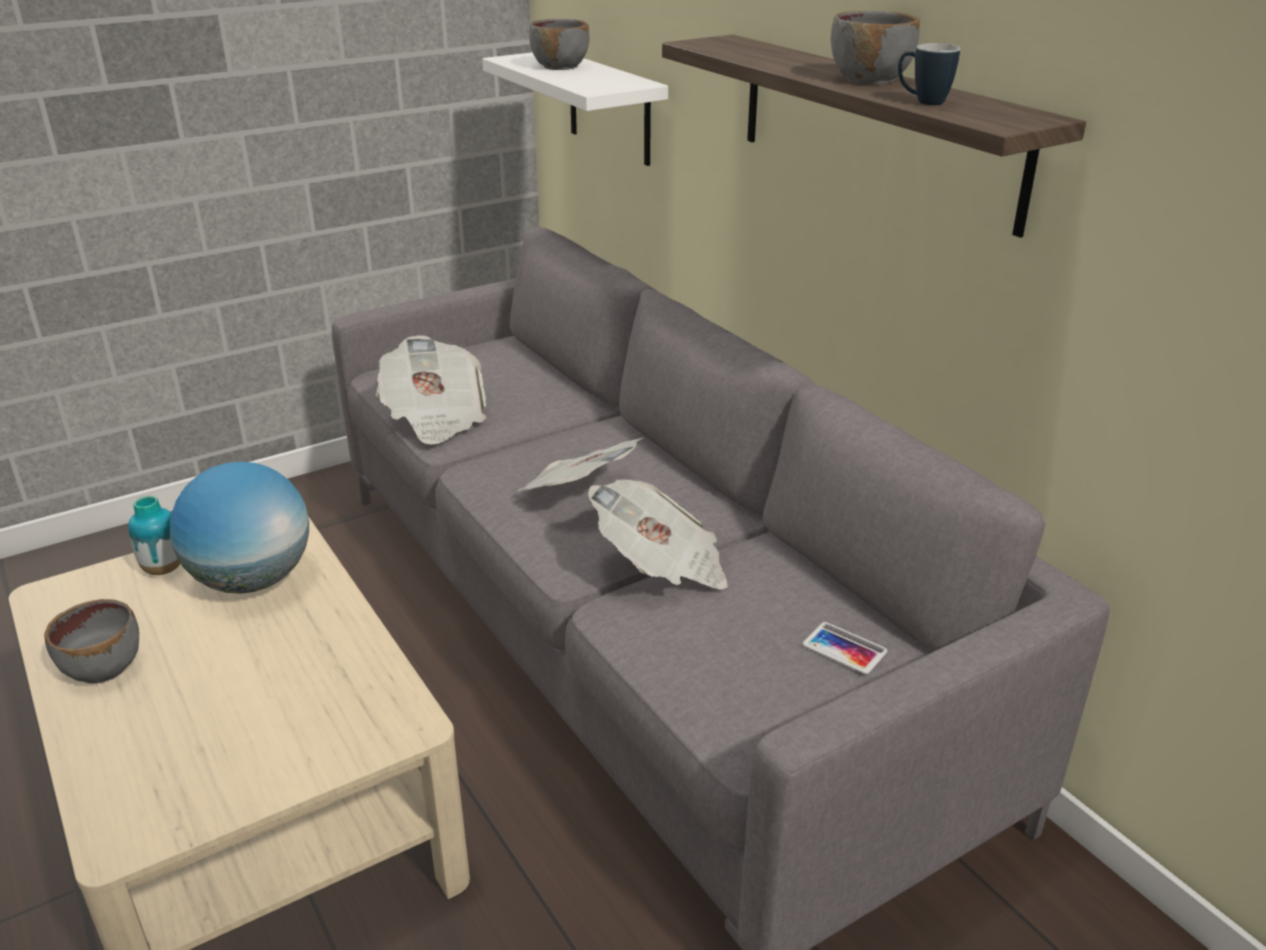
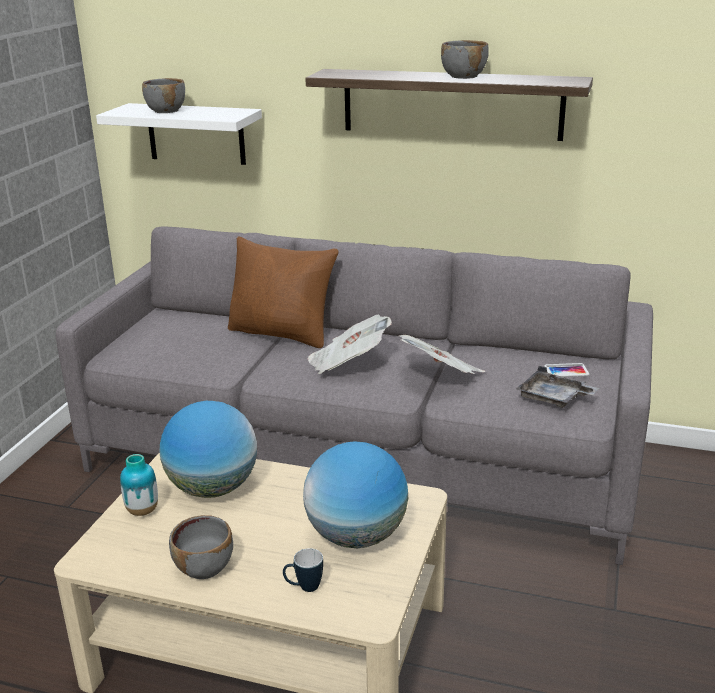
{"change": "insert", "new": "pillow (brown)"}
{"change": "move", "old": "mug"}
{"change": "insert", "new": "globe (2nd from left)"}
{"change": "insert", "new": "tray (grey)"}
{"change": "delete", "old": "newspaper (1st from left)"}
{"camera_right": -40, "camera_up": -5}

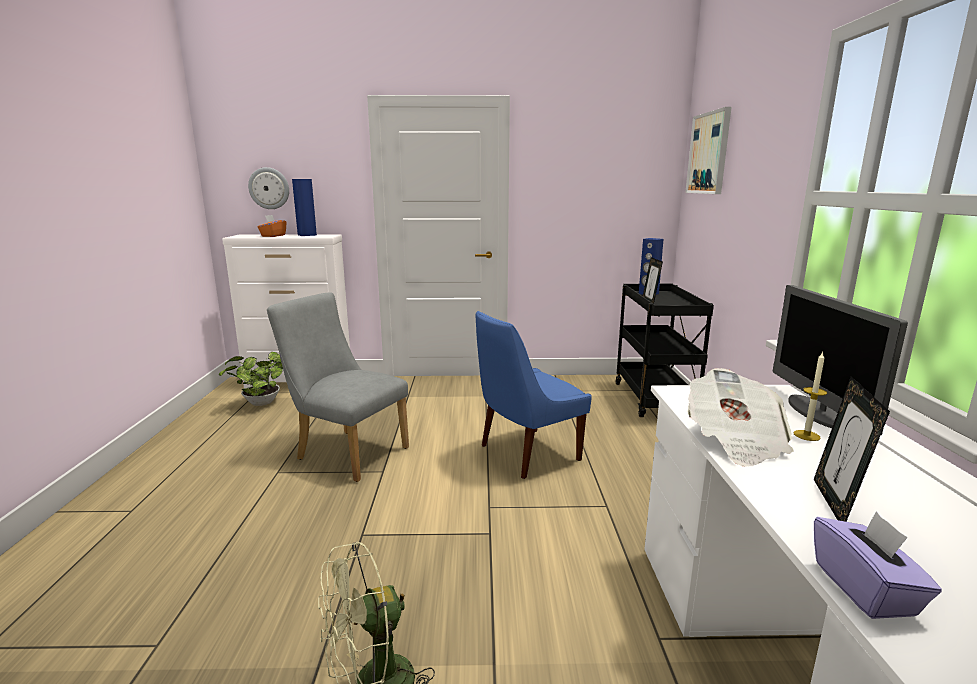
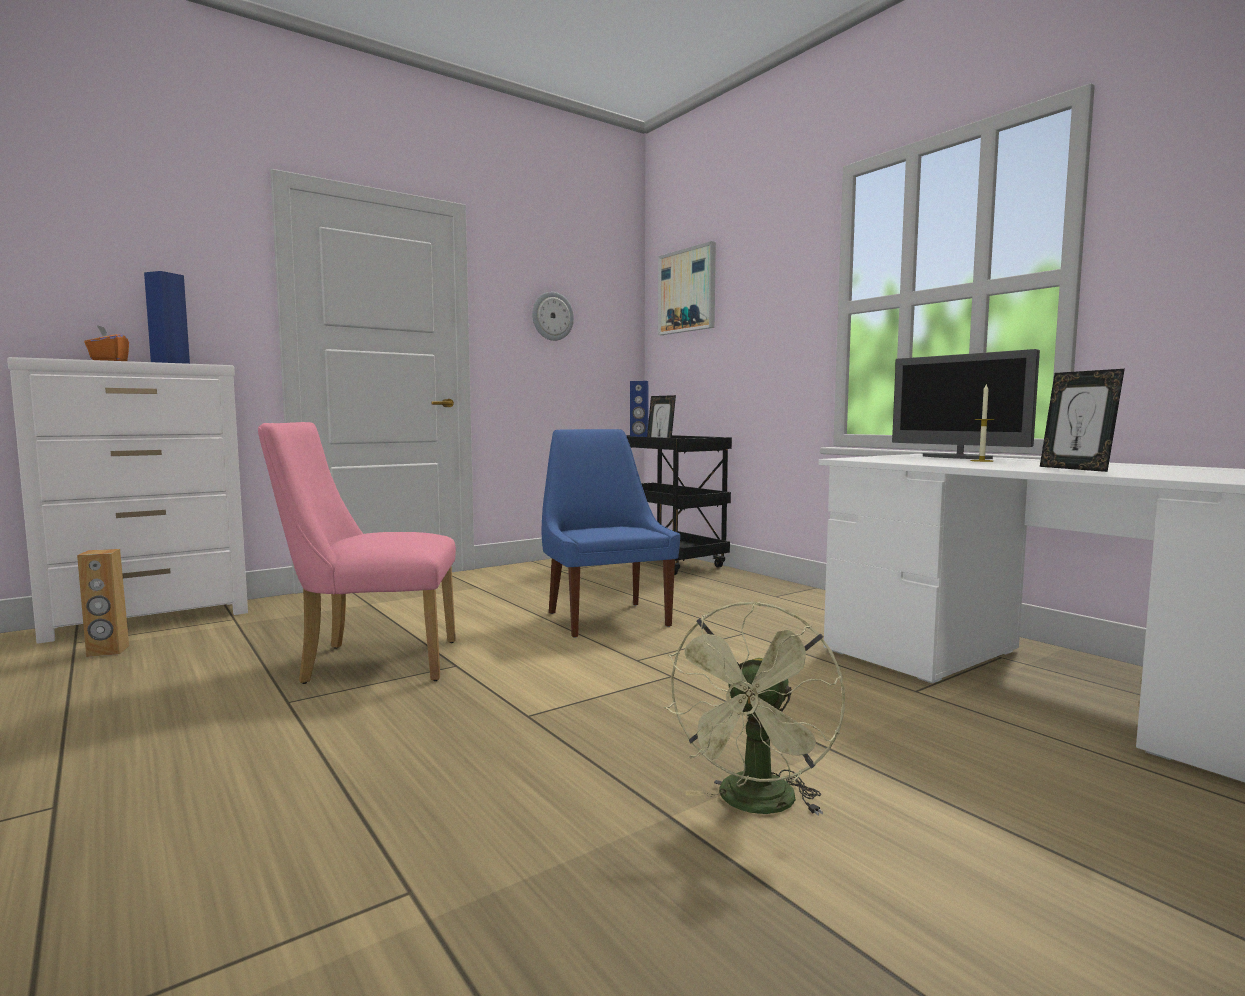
{"change": "replace", "old": "potted plant", "new": "speaker (brown)"}
{"change": "recolor", "old": "chair (grey)", "new": "chair (pink)"}
{"change": "move", "old": "wall clock"}
{"change": "rotate", "old": "chair (blue)", "degrees": 135}
{"change": "delete", "old": "newspaper"}
{"change": "delete", "old": "tissue box (purple)"}
{"camera_right": -35, "camera_up": -10}

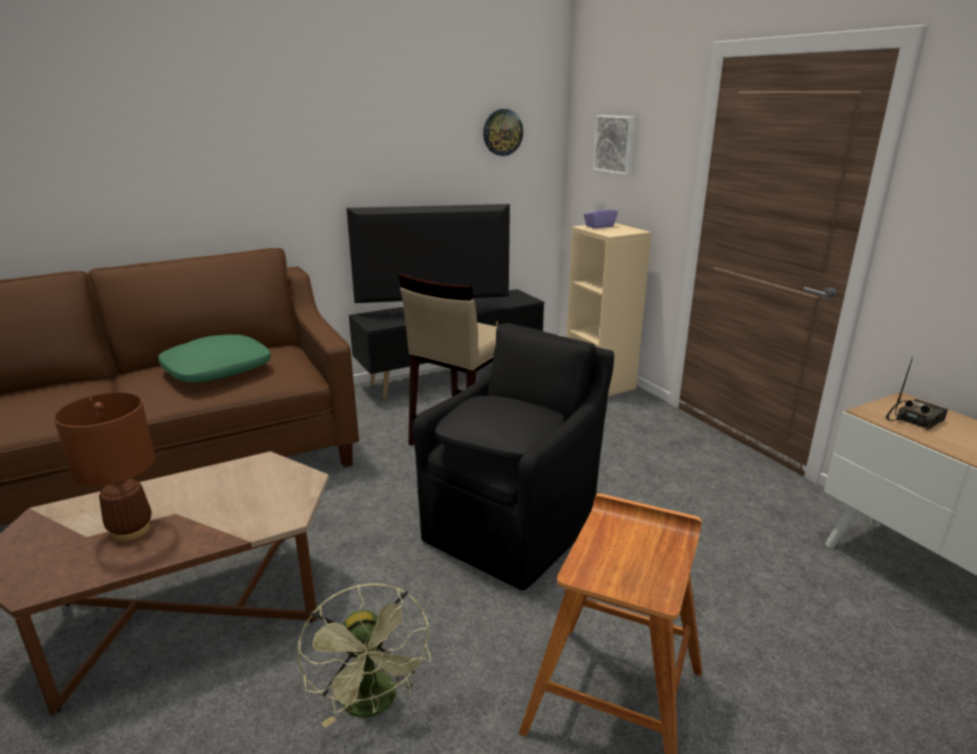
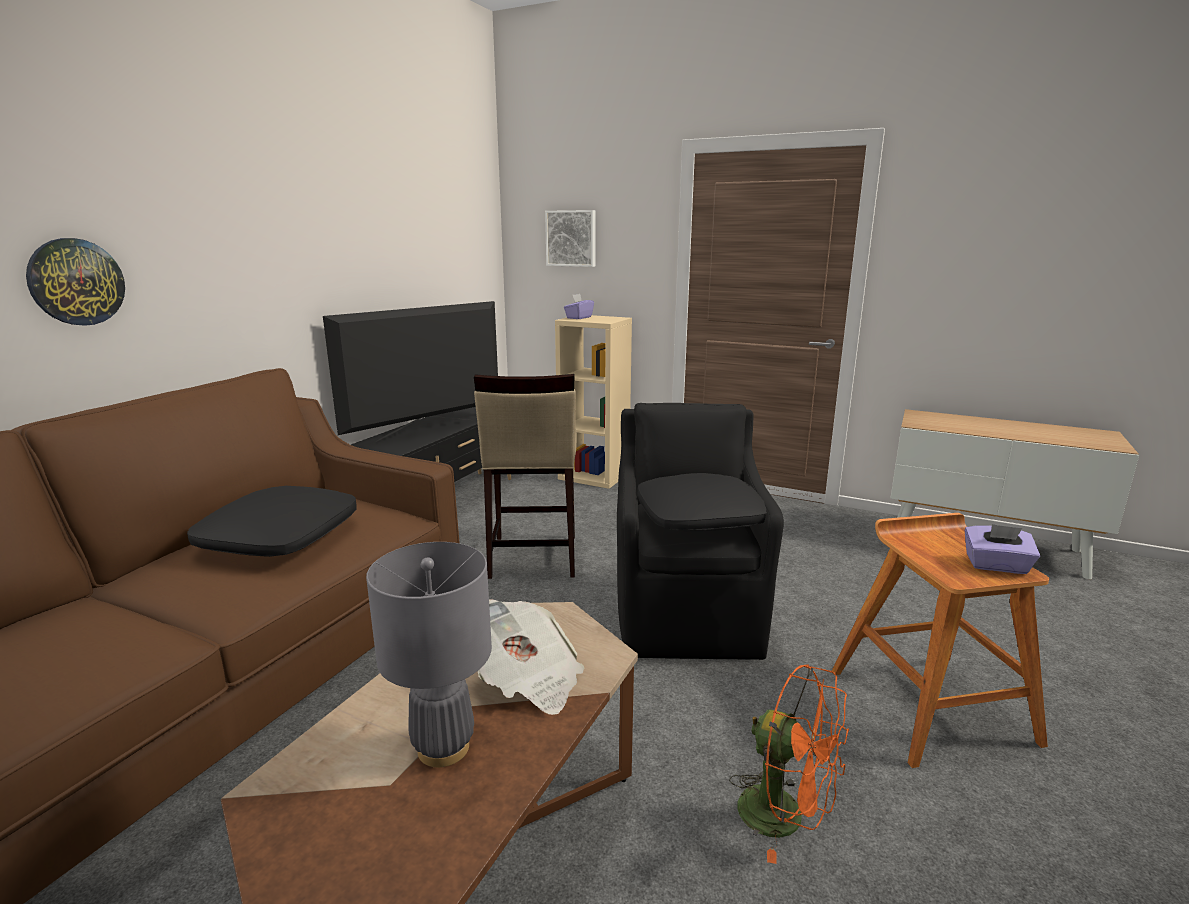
{"change": "move", "old": "wall clock"}
{"change": "recolor", "old": "pillow (green)", "new": "pillow (black) (1st from left)"}
{"change": "recolor", "old": "table lamp (brown)", "new": "table lamp (grey)"}
{"change": "insert", "new": "newspaper"}
{"change": "recolor", "old": "fan (green)", "new": "fan (orange)"}
{"change": "insert", "new": "tissue box (purple) (2nd from left)"}
{"change": "delete", "old": "radio"}
{"camera_right": -35, "camera_up": -5}

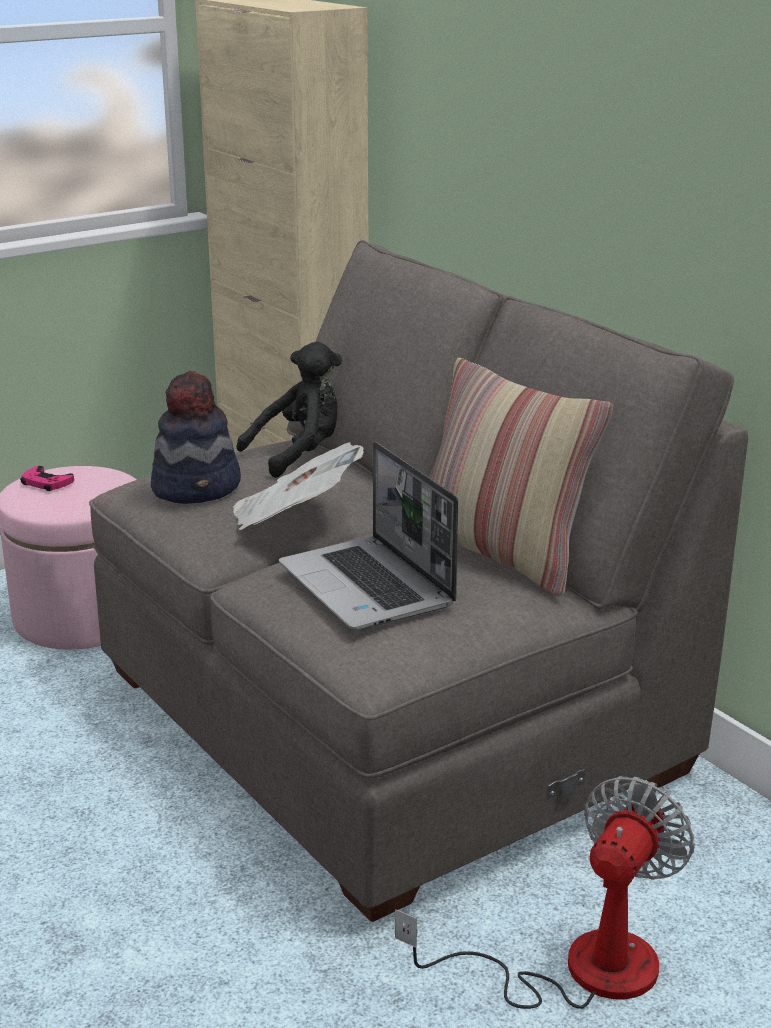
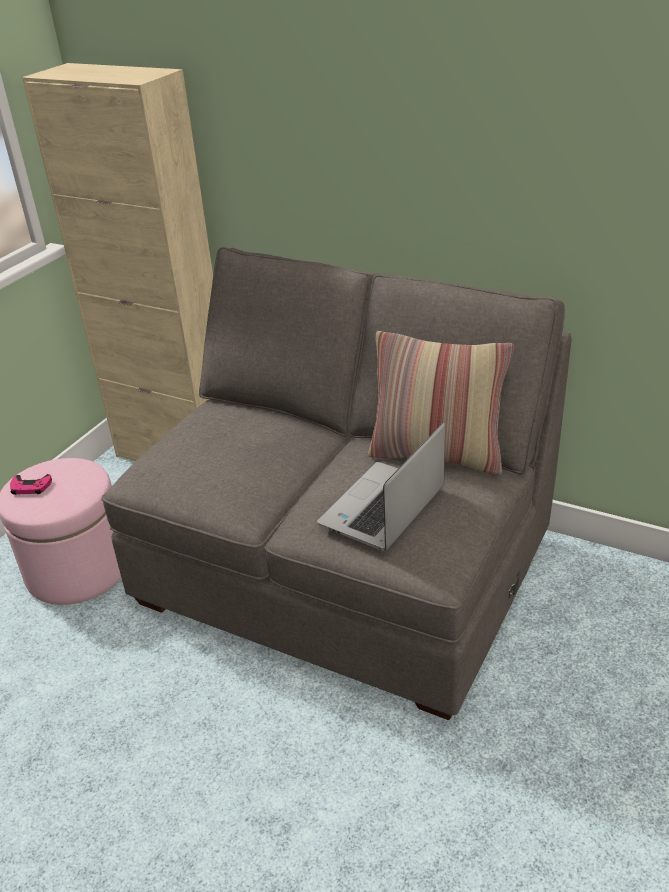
{"change": "rotate", "old": "laptop", "degrees": 90}
{"change": "delete", "old": "hat"}
{"change": "delete", "old": "newspaper"}
{"change": "delete", "old": "plush toy (black)"}
{"change": "delete", "old": "fan"}
{"camera_right": -25, "camera_up": 10}

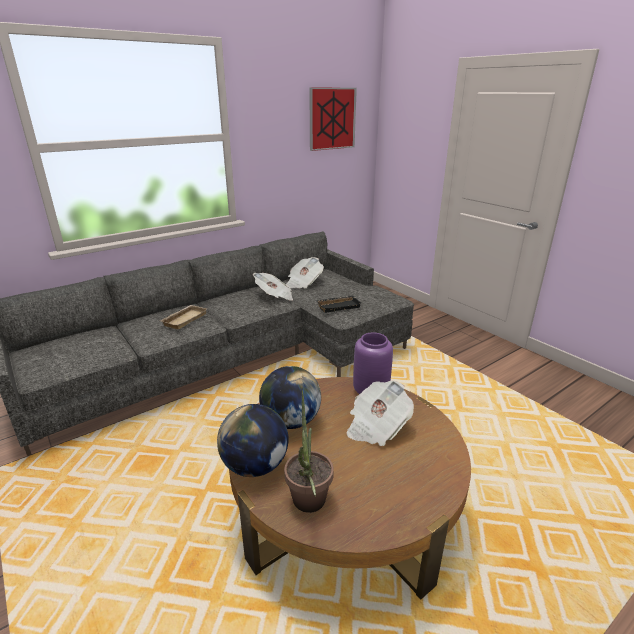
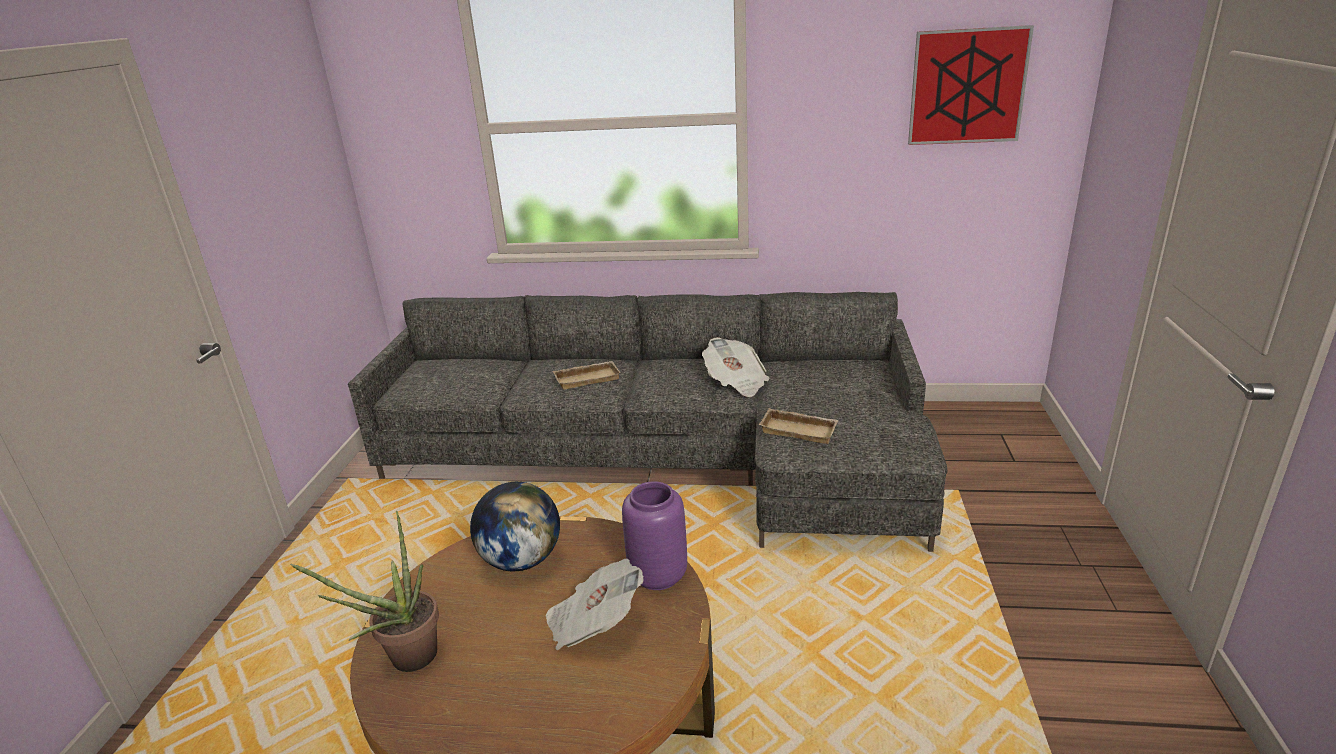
{"change": "recolor", "old": "tray (black)", "new": "tray (beige) (2nd from left)"}
{"change": "delete", "old": "globe (1st from left)"}
{"change": "delete", "old": "newspaper (2nd from left)"}
{"camera_right": 45, "camera_up": 0}

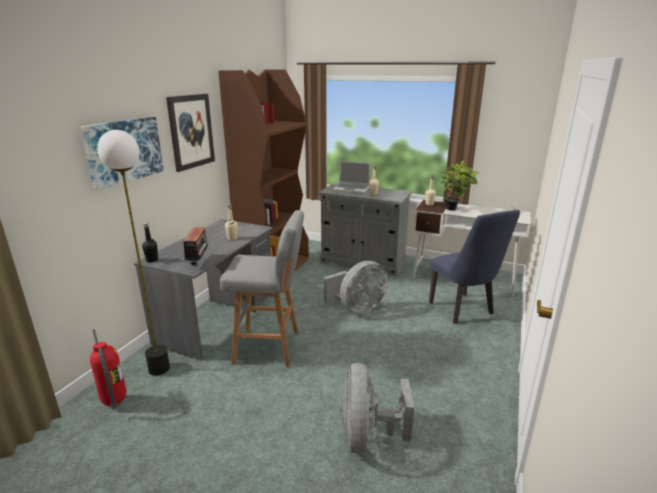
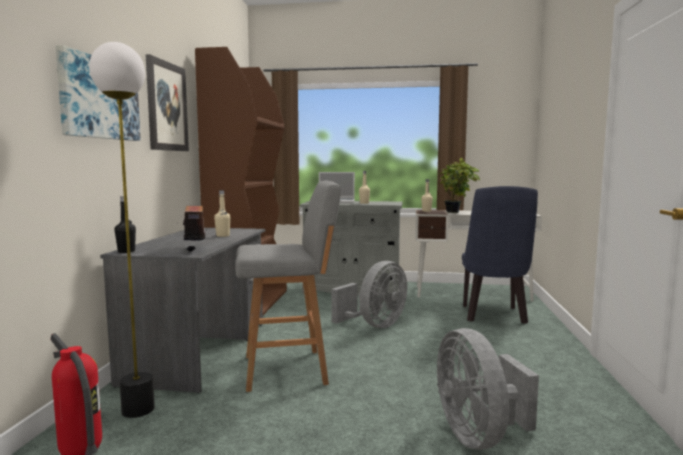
{"change": "rotate", "old": "chair (blue)", "degrees": 45}
{"camera_right": -15, "camera_up": -15}

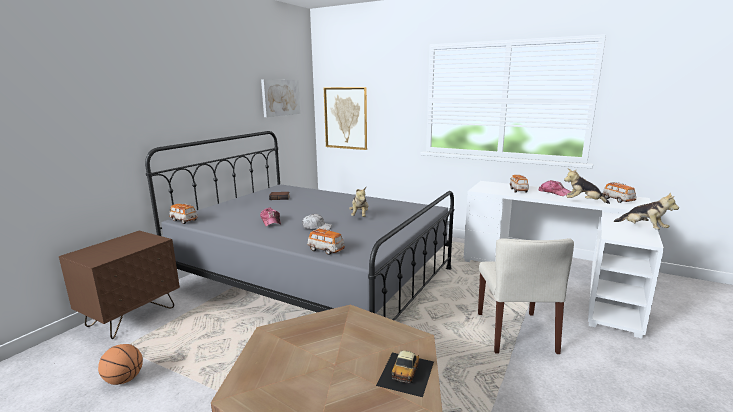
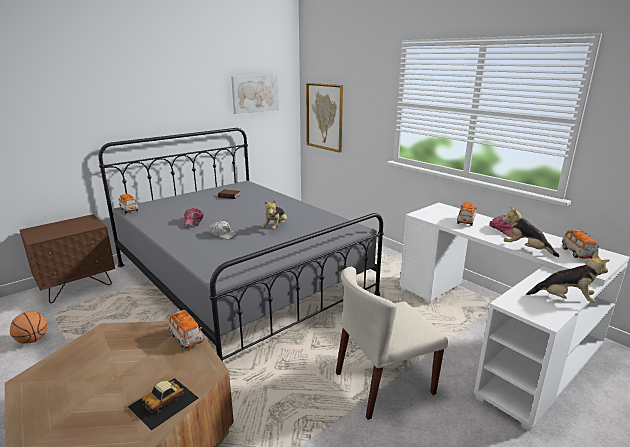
{"change": "move", "old": "toy car (2nd from left in the first image)", "new": "toy car (3rd from left)"}
{"change": "rotate", "old": "chair (beige)", "degrees": 45}
{"change": "rotate", "old": "plush toy (3rd from left)", "degrees": -60}
{"camera_right": 20, "camera_up": 5}

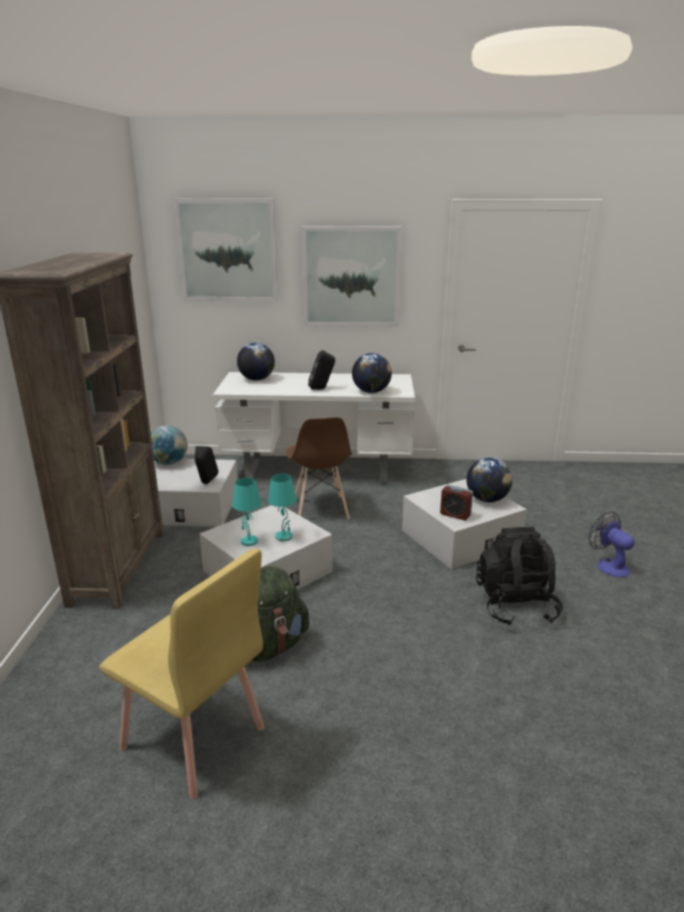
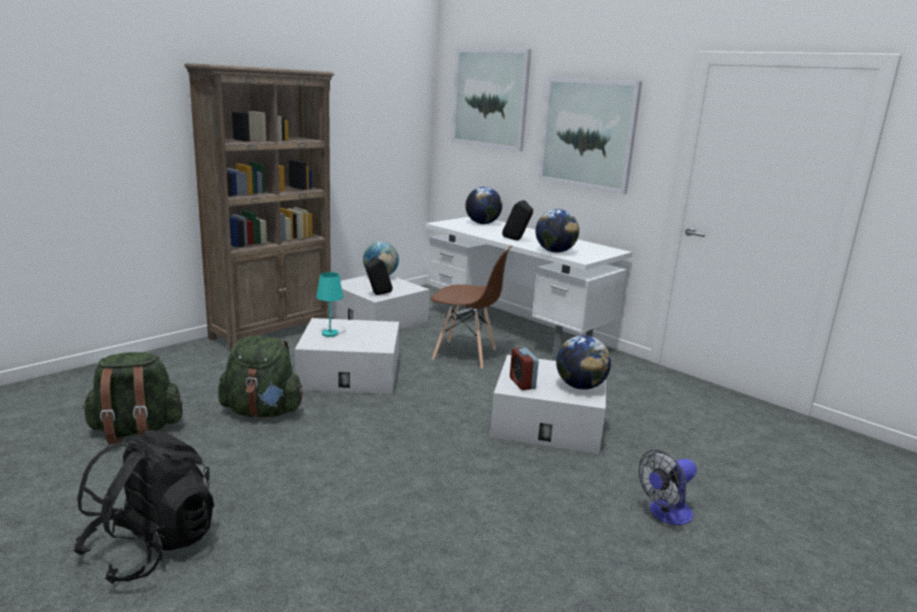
{"change": "move", "old": "backpack (black)"}
{"change": "replace", "old": "chair (yellow)", "new": "backpack (green) (1st from left)"}
{"change": "rotate", "old": "chair (brown)", "degrees": -105}
{"change": "rotate", "old": "fan", "degrees": -135}
{"change": "delete", "old": "table lamp (turquoise) (2nd from left)"}
{"camera_right": 40, "camera_up": -5}

